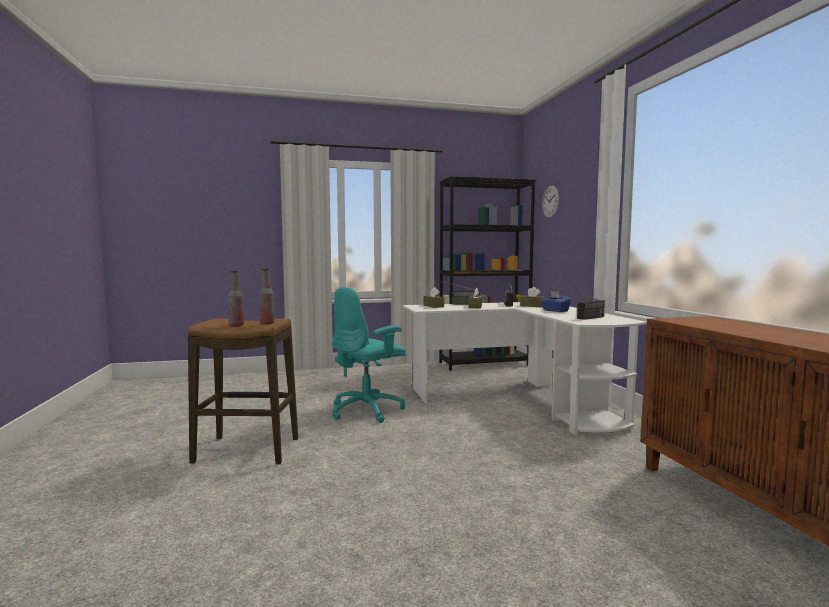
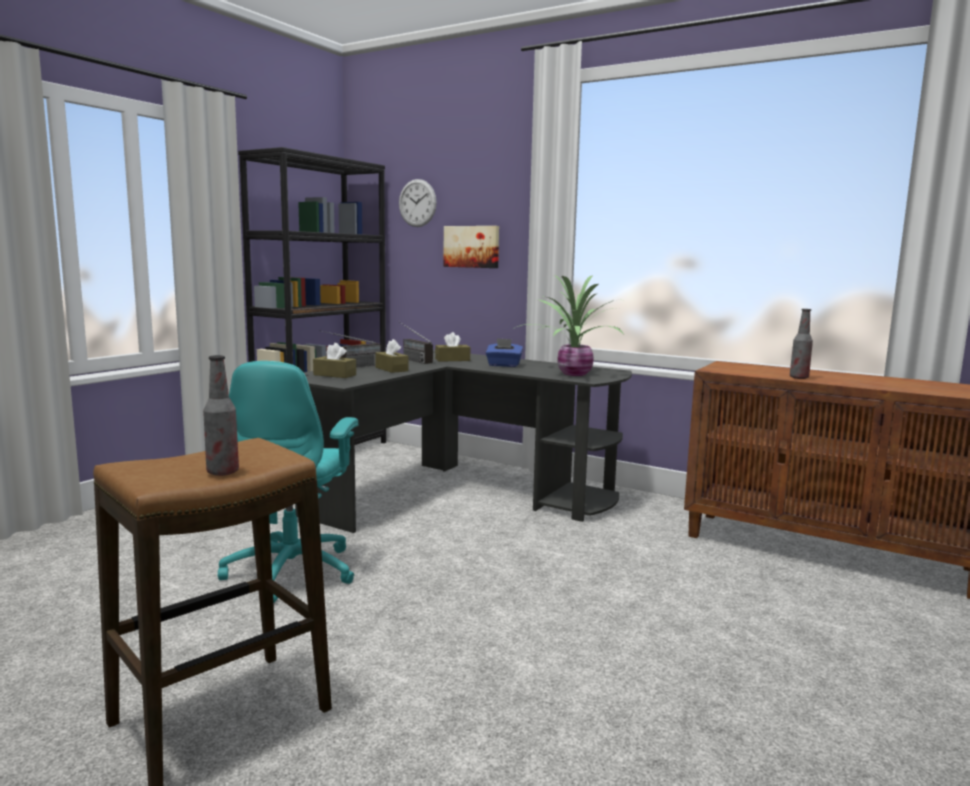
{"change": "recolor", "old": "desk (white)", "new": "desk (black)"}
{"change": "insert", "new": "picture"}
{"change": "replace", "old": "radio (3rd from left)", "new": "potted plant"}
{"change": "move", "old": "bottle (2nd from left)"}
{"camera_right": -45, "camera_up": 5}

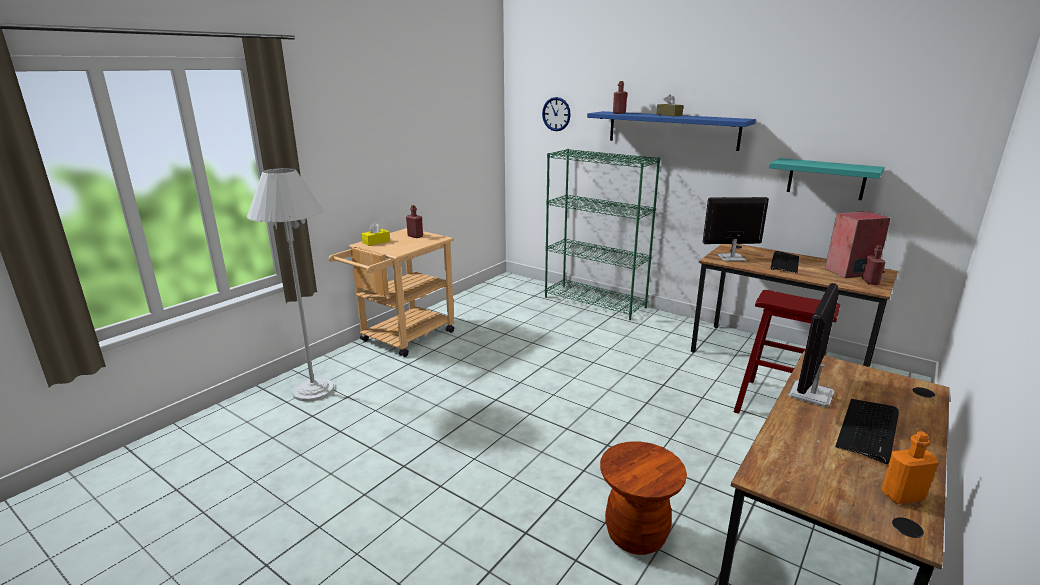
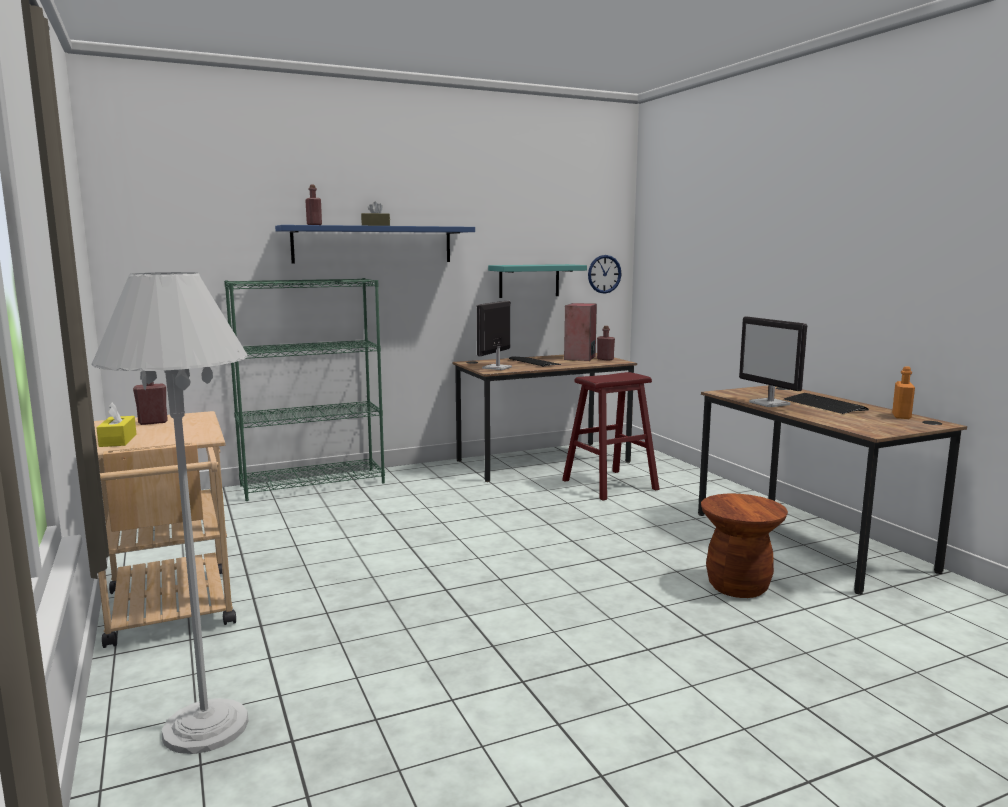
{"change": "move", "old": "wall clock"}
{"camera_right": -60, "camera_up": -10}

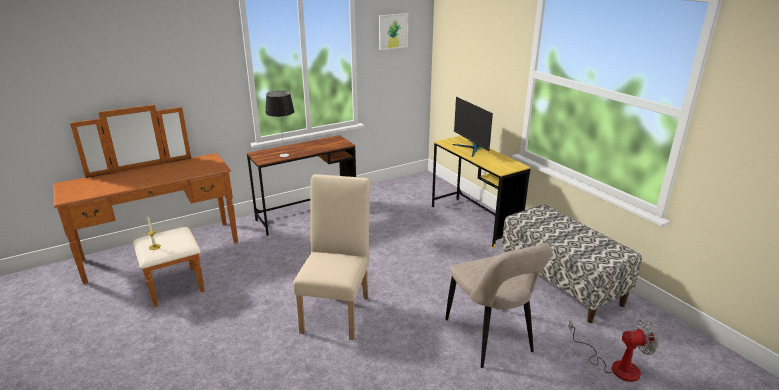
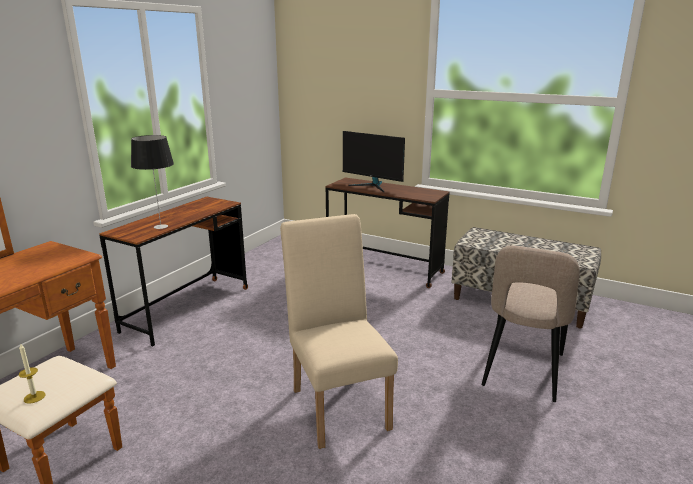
{"change": "recolor", "old": "desk (yellow)", "new": "desk (brown) (2nd from left)"}
{"change": "rotate", "old": "chair (beige) (2nd from left)", "degrees": 75}
{"change": "delete", "old": "picture"}
{"change": "delete", "old": "fan"}
{"camera_right": -30, "camera_up": -5}

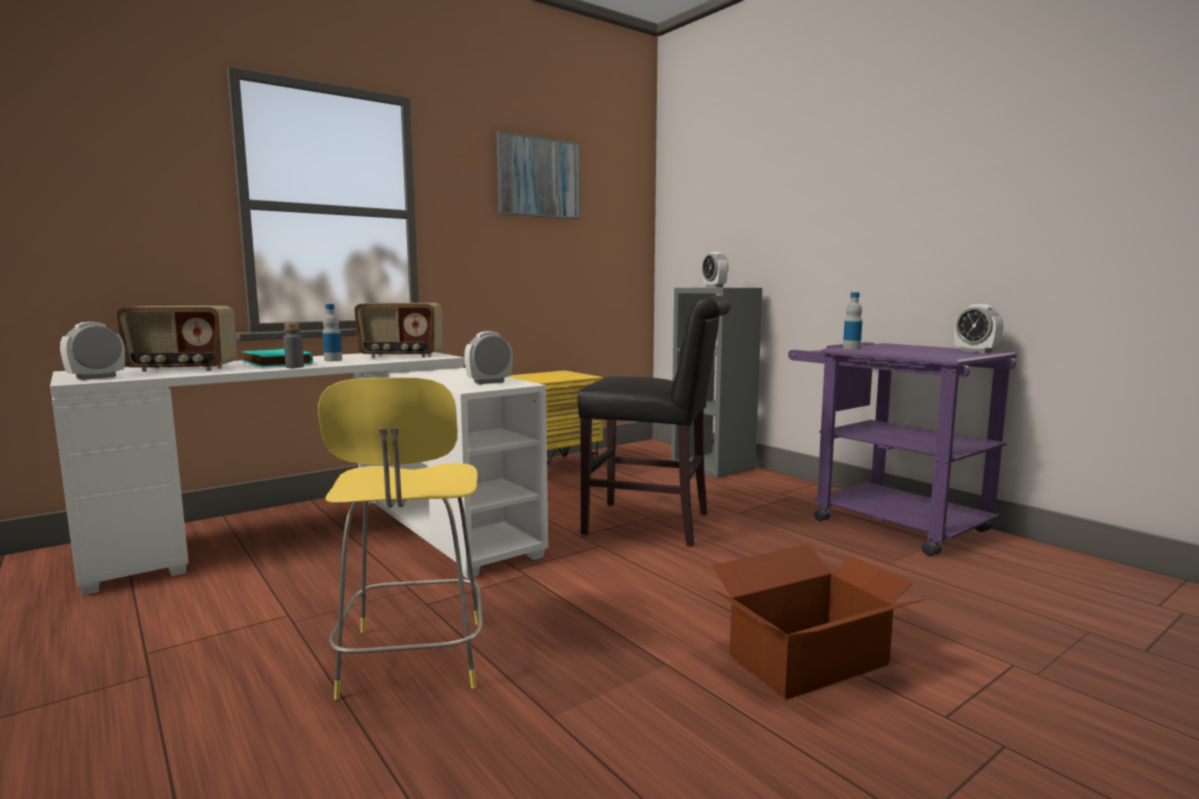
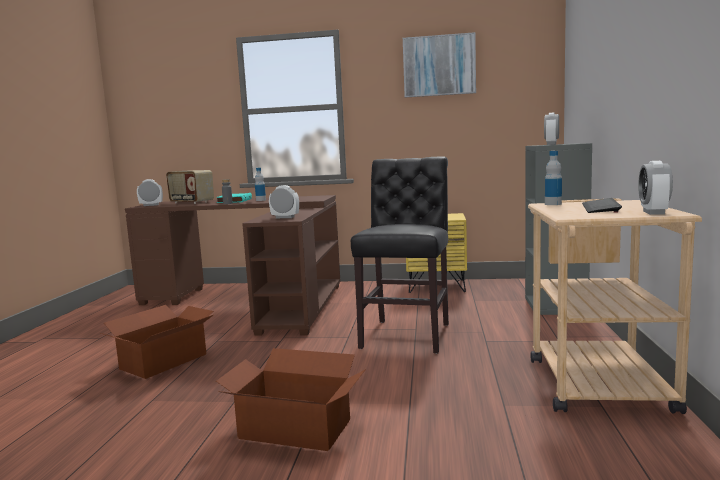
{"change": "replace", "old": "stool (yellow)", "new": "cardboard box (1st from left)"}
{"change": "recolor", "old": "desk (white)", "new": "desk (brown)"}
{"change": "rotate", "old": "chair (black)", "degrees": -135}
{"change": "recolor", "old": "cart (purple)", "new": "cart (beige)"}
{"change": "insert", "new": "keyboard"}
{"change": "delete", "old": "radio (2nd from left)"}
{"camera_right": 45, "camera_up": 0}

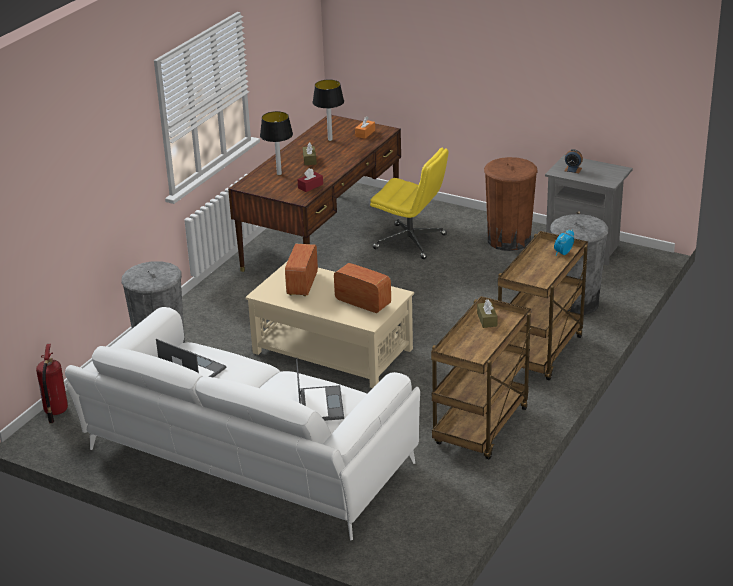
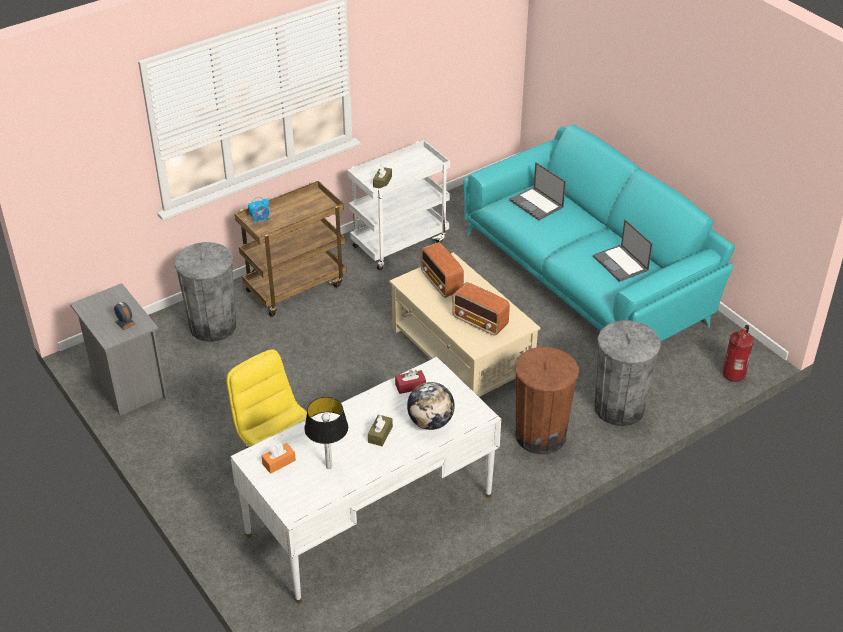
{"change": "recolor", "old": "desk (brown)", "new": "desk (white)"}
{"change": "recolor", "old": "cart (brown) (1st from left)", "new": "cart (white)"}
{"change": "replace", "old": "table lamp (1st from left)", "new": "globe"}
{"change": "rotate", "old": "radio (1st from left in the first image)", "degrees": 90}
{"change": "recolor", "old": "sofa (white)", "new": "sofa (turquoise)"}
{"change": "rotate", "old": "laptop (2nd from left in the first image)", "degrees": -60}
{"change": "move", "old": "trash can (brown)"}
{"camera_right": -155, "camera_up": 10}

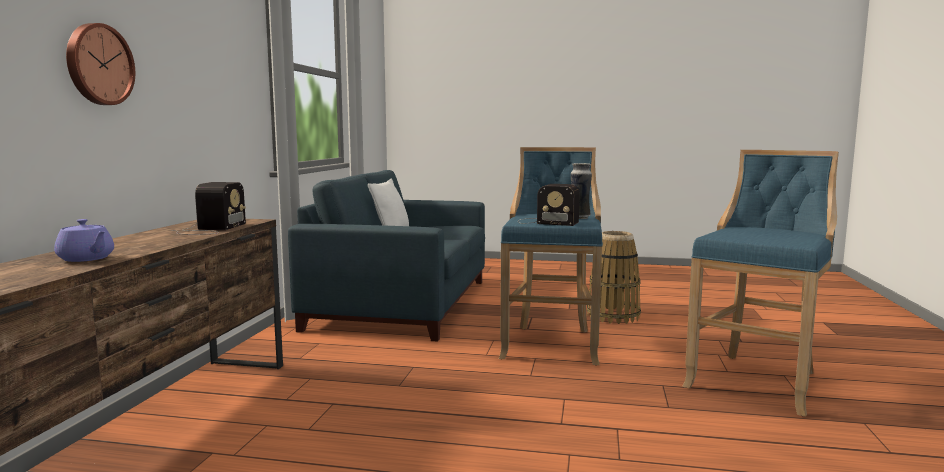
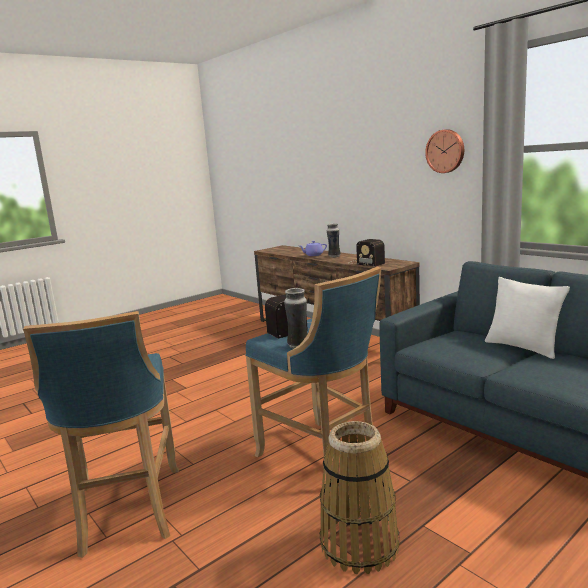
{"change": "insert", "new": "vase (2nd from left)"}
{"change": "move", "old": "wall clock"}
{"camera_right": 130, "camera_up": 5}

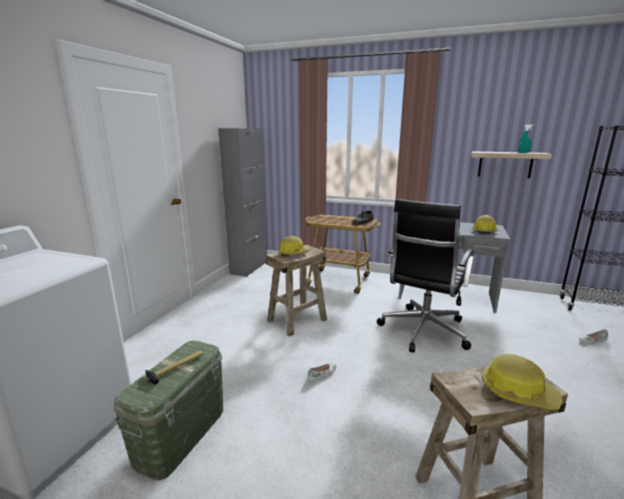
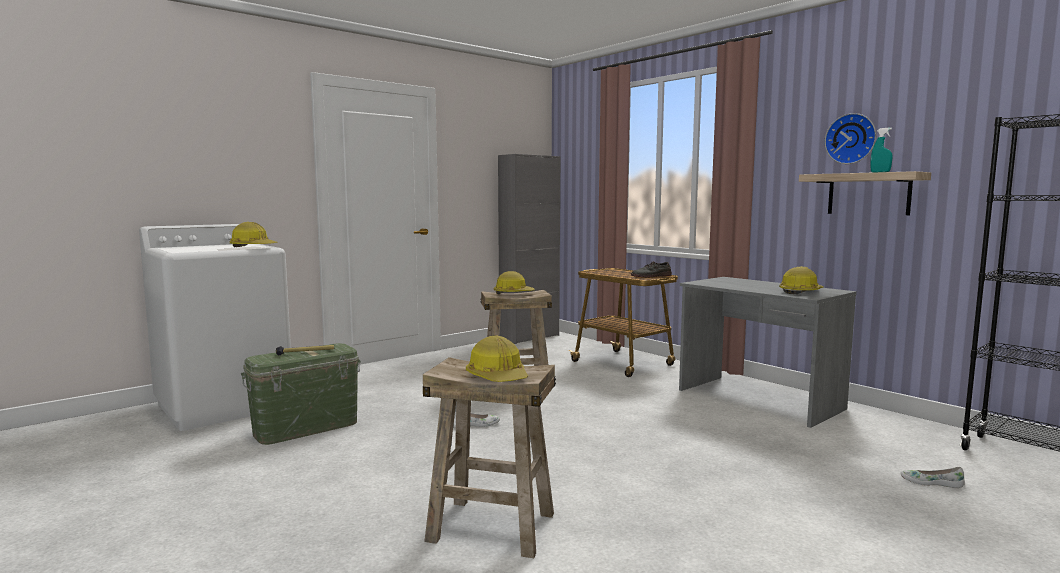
{"change": "insert", "new": "hard hat (1st from left)"}
{"change": "insert", "new": "wall clock"}
{"change": "delete", "old": "office chair (black)"}
{"camera_right": 30, "camera_up": -10}

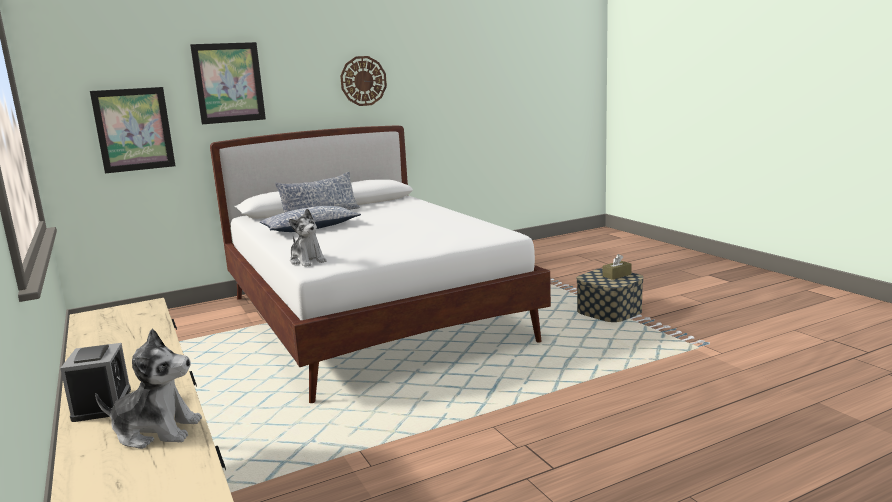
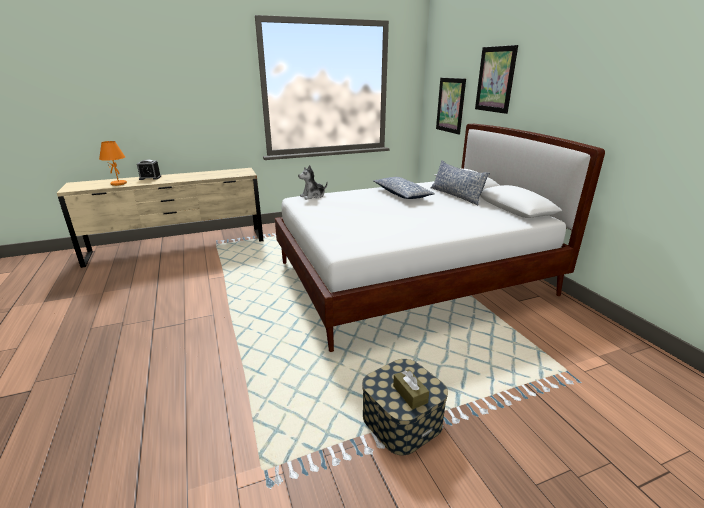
{"change": "replace", "old": "plush toy (1st from left)", "new": "table lamp (orange)"}
{"change": "delete", "old": "wall clock"}
{"camera_right": 95, "camera_up": 10}

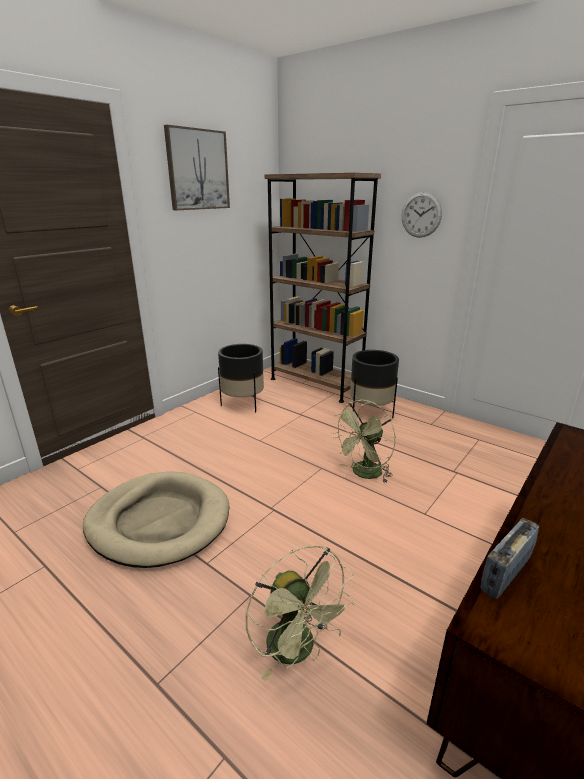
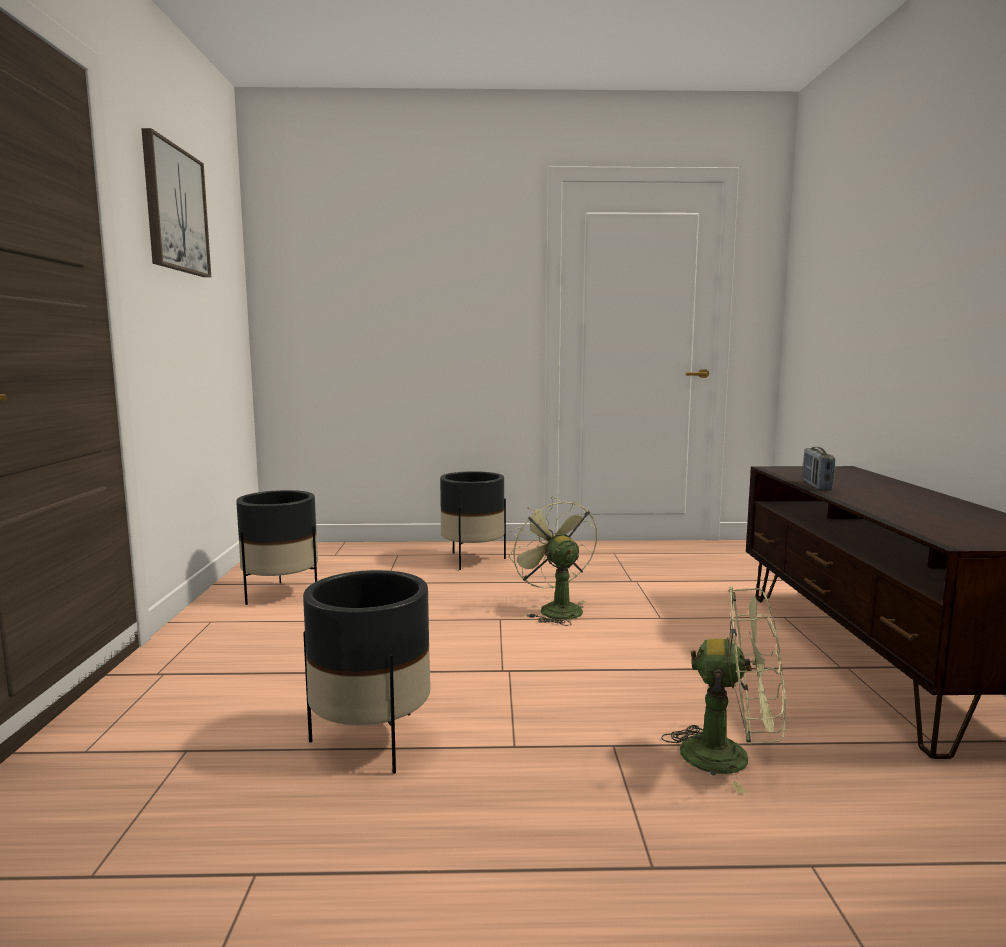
{"change": "replace", "old": "dog bed (beige)", "new": "planter (black) (2nd from left)"}
{"change": "rotate", "old": "fan (green) (2nd from left in the first image)", "degrees": 150}
{"change": "move", "old": "radio"}
{"change": "delete", "old": "bookcase (brown)"}
{"change": "delete", "old": "wall clock"}
{"camera_right": -40, "camera_up": -15}

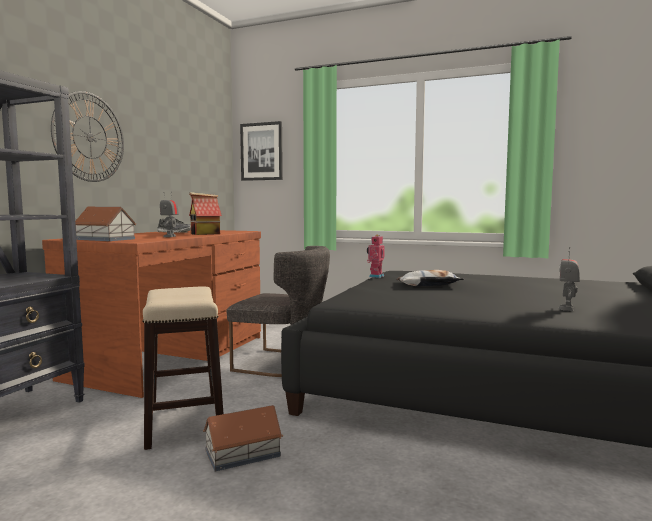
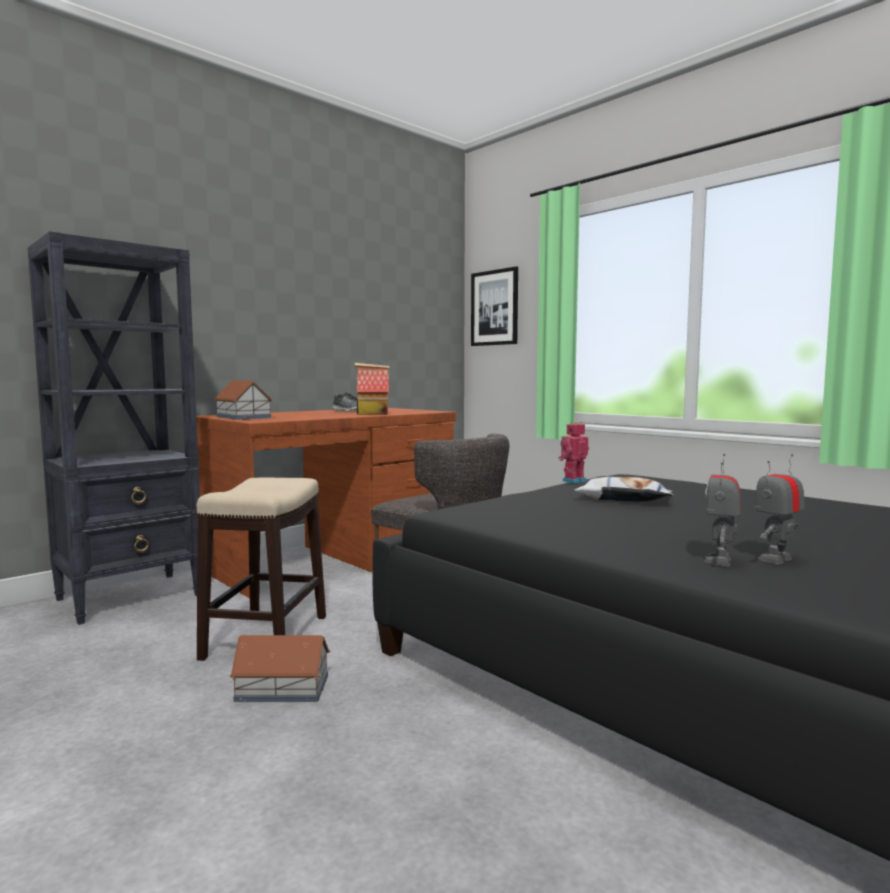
{"change": "move", "old": "toy robot (1st from left in the first image)", "new": "toy robot (2nd from left)"}
{"change": "delete", "old": "wall clock"}
{"camera_right": 25, "camera_up": 0}

